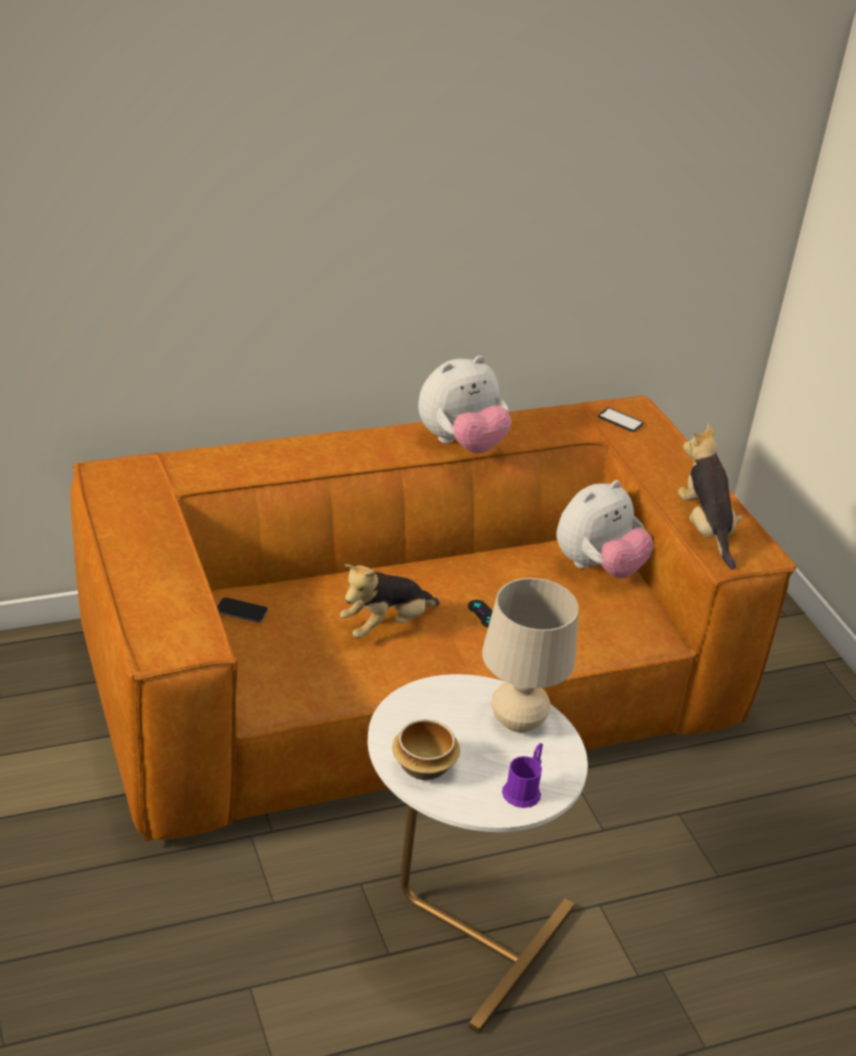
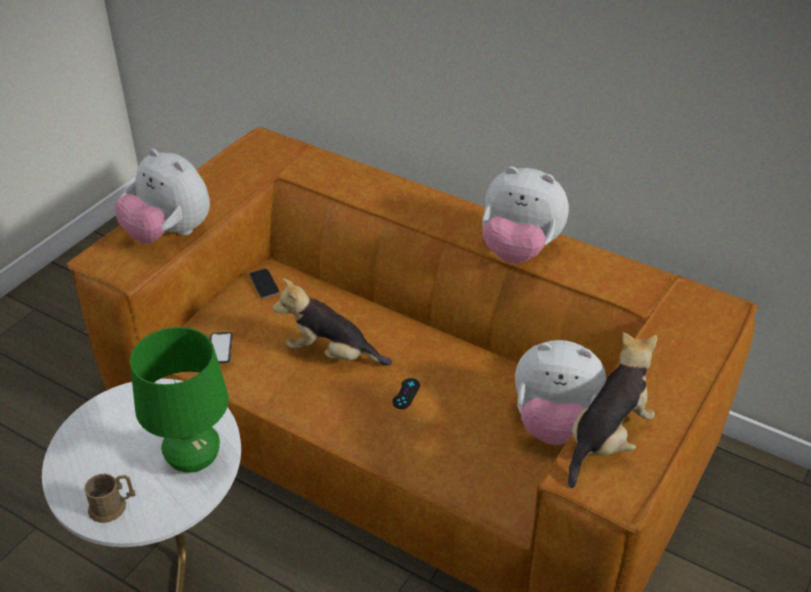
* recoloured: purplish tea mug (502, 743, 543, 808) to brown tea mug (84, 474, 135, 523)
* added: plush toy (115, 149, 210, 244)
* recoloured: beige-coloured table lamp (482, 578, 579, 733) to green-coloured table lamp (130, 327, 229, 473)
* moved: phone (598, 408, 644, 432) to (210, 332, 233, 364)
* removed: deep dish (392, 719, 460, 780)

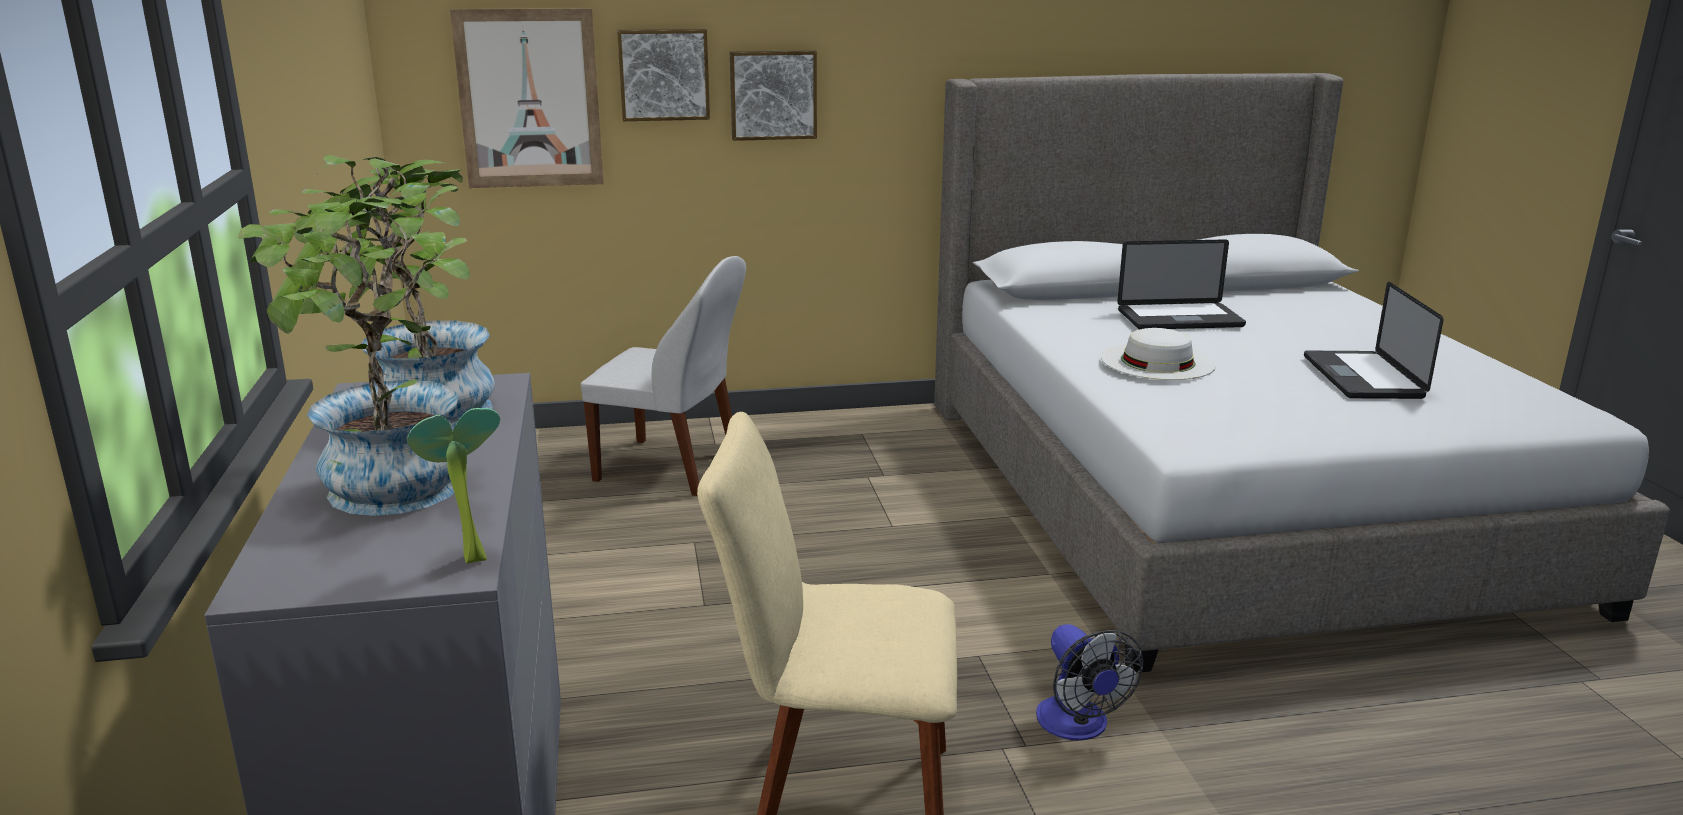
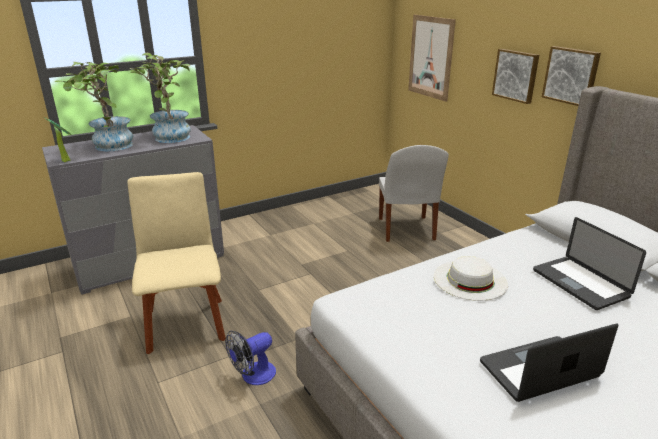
* moved: wall picture (617, 29, 710, 121) to (542, 46, 601, 106)

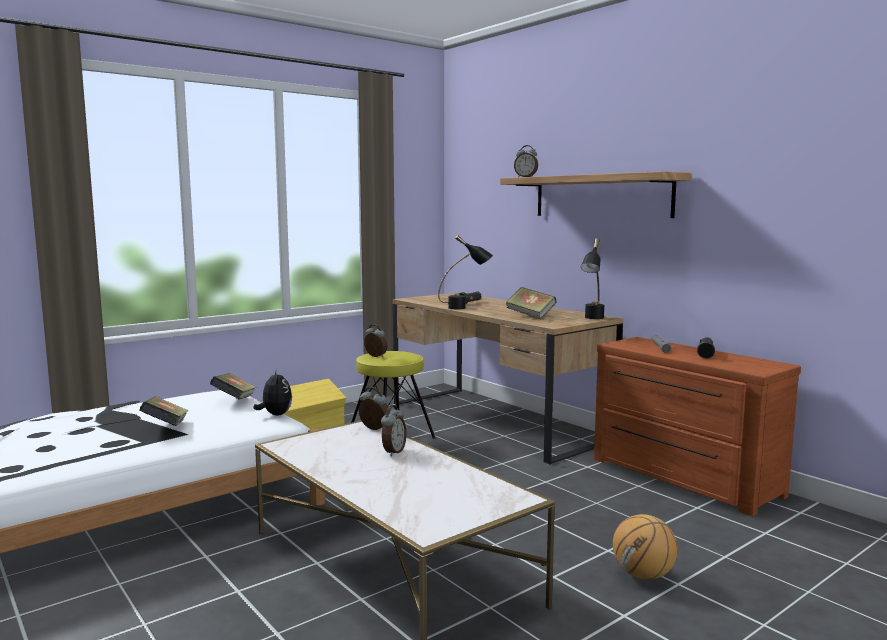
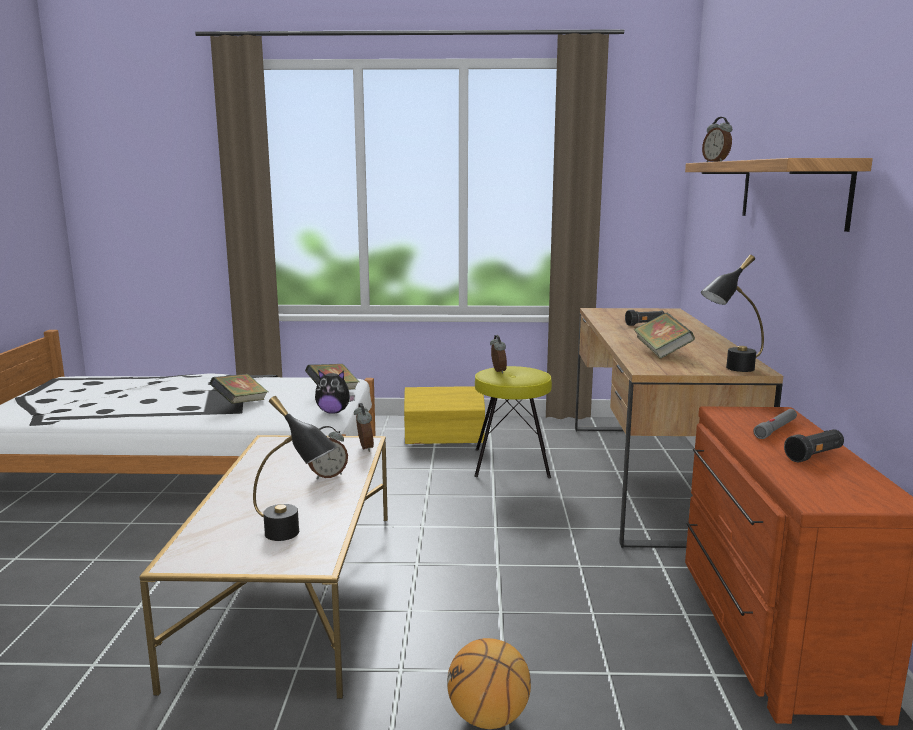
* moved: black-coloured table lamp (438, 235, 493, 309) to (253, 396, 337, 541)
* turned: plush toy (254, 369, 292, 415) = (315, 370, 355, 414) 75 degrees clockwise

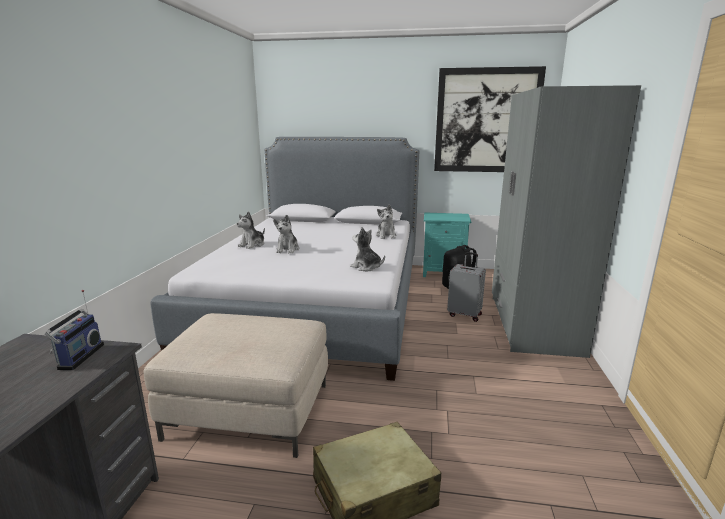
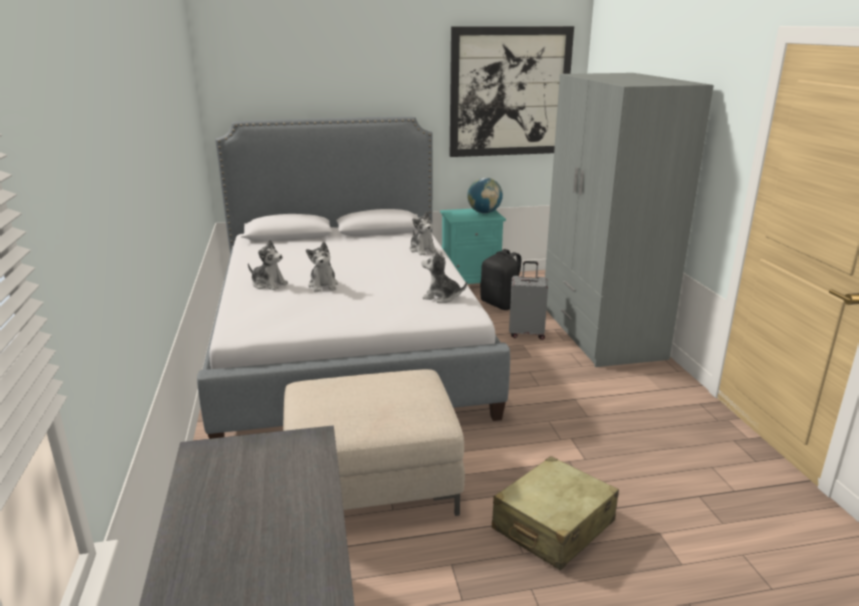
* turned: plush toy (237, 211, 265, 249) = (248, 240, 288, 290) 75 degrees counterclockwise
* added: desk globe (467, 178, 503, 213)
* removed: radio set (44, 290, 104, 370)

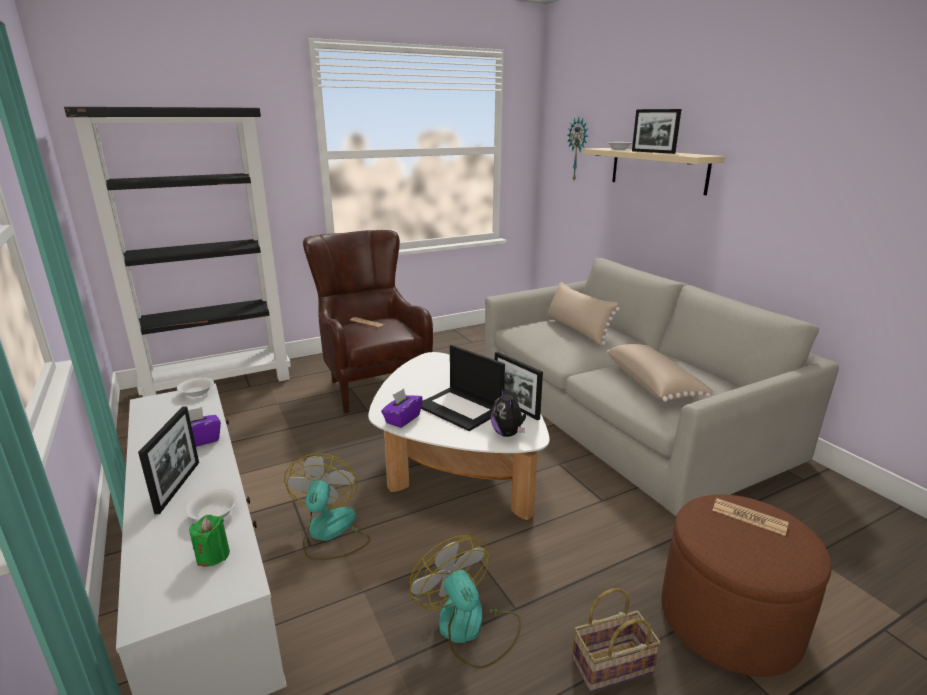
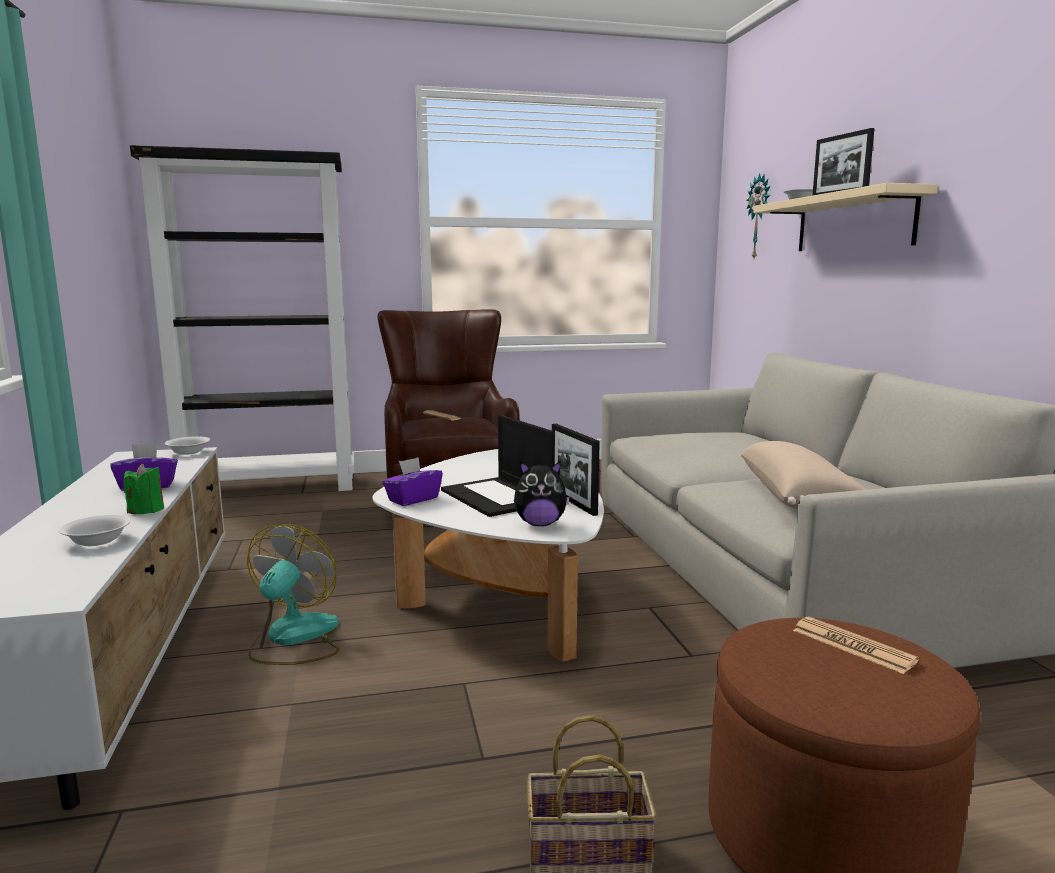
* moved: green-coloured wax light (189, 515, 230, 567) to (123, 464, 164, 514)
* turned: plush toy (491, 387, 526, 437) = (514, 461, 570, 526) 90 degrees counterclockwise
* removed: standing frame (138, 407, 199, 514)
* removed: fan (410, 535, 521, 669)
* removed: beige-coloured pillow (547, 282, 620, 345)

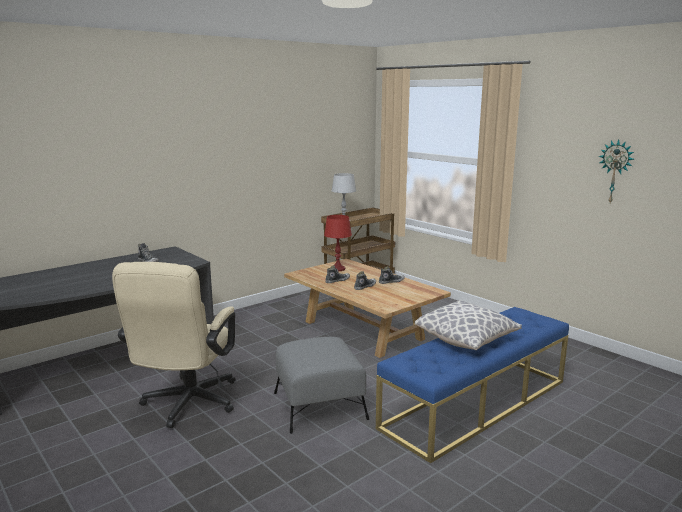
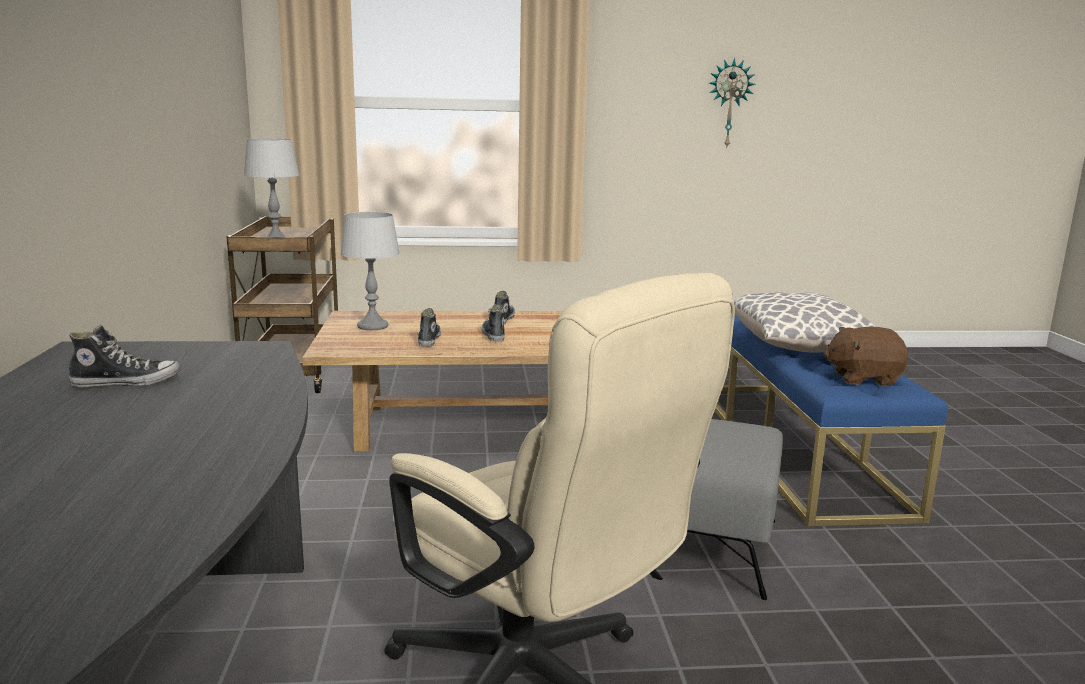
* recoloured: red table lamp (324, 215, 352, 271) to greyish table lamp (340, 212, 400, 330)
* added: brown plush toy (823, 326, 908, 386)

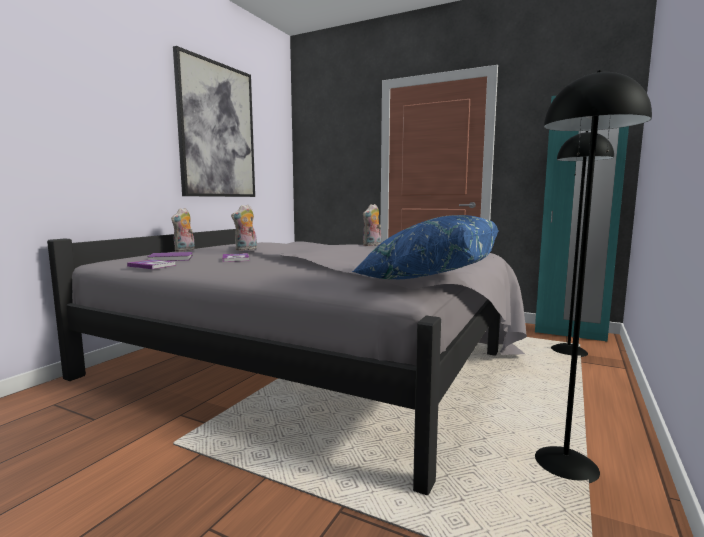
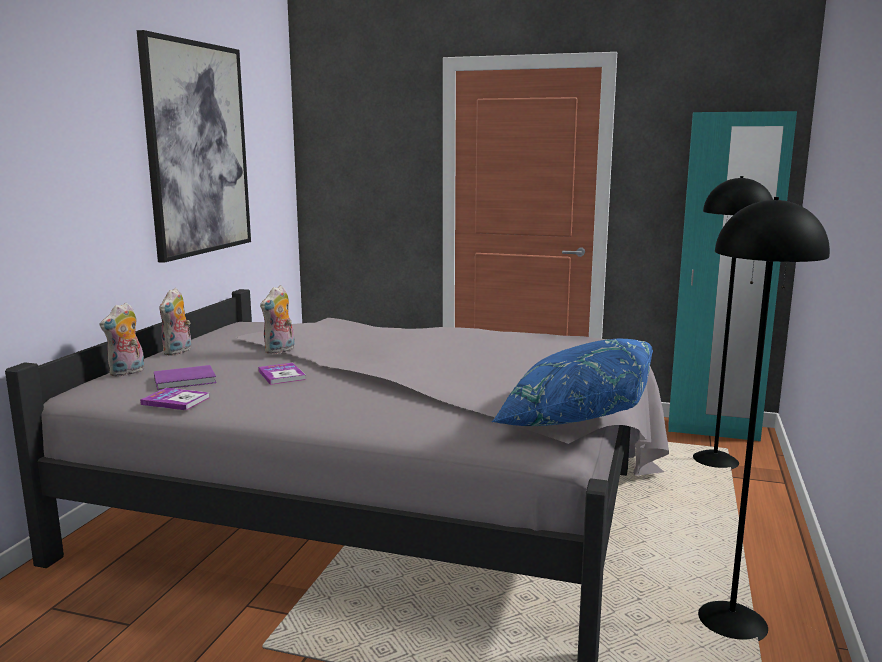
* moved: plush toy (363, 204, 381, 246) to (99, 303, 145, 377)

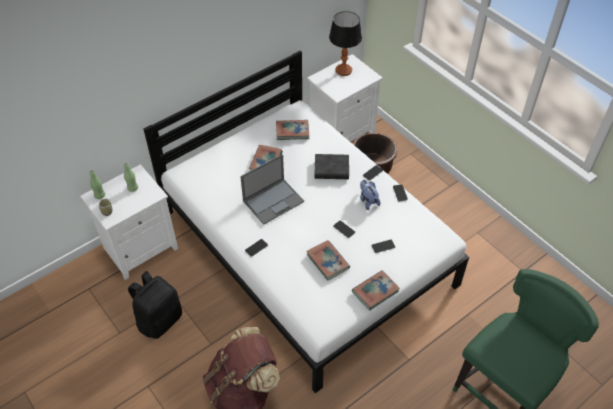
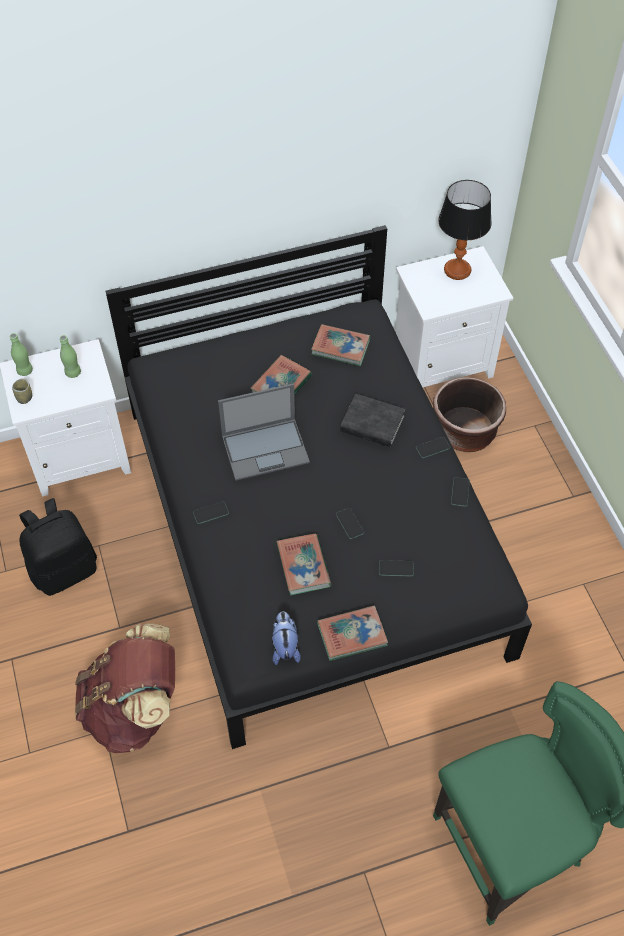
* recoloured: white-coloured bed (144, 51, 469, 393) to black-coloured bed (106, 225, 532, 749)
* moved: plush toy (360, 180, 380, 210) to (272, 611, 301, 665)

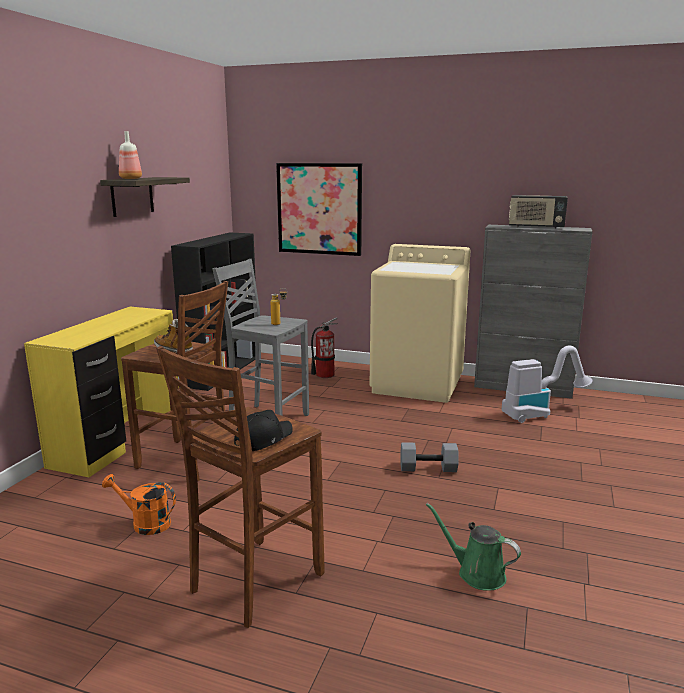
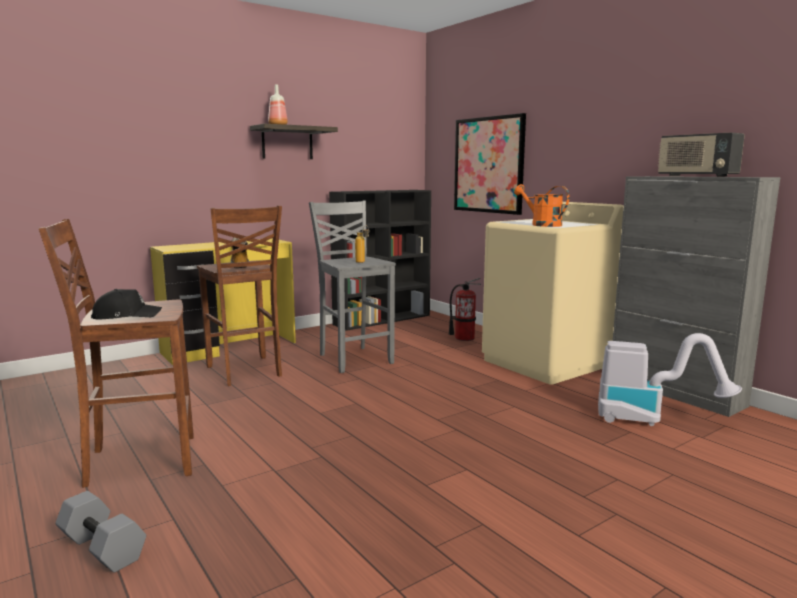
* moved: greyish dumbbell (401, 442, 459, 472) to (55, 491, 146, 573)
* moved: orange-coloured sprinkling can (102, 474, 176, 535) to (514, 184, 569, 227)
* removed: green-coloured sprinkling can (426, 503, 521, 591)

